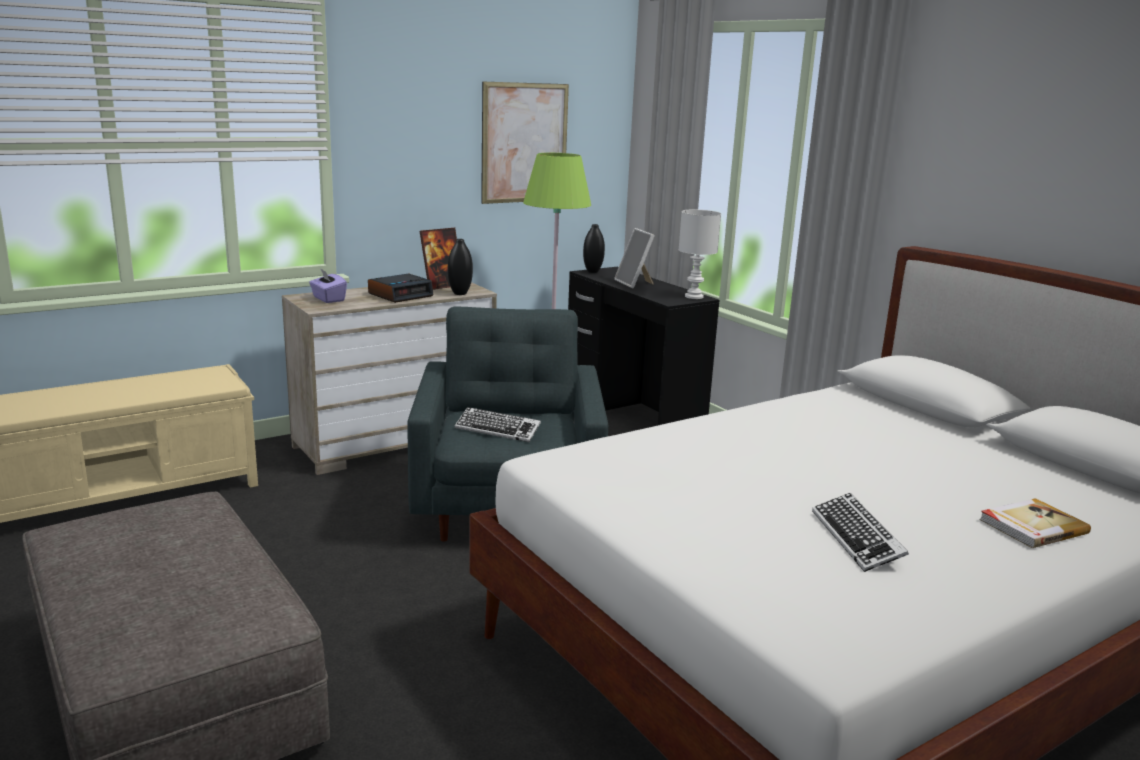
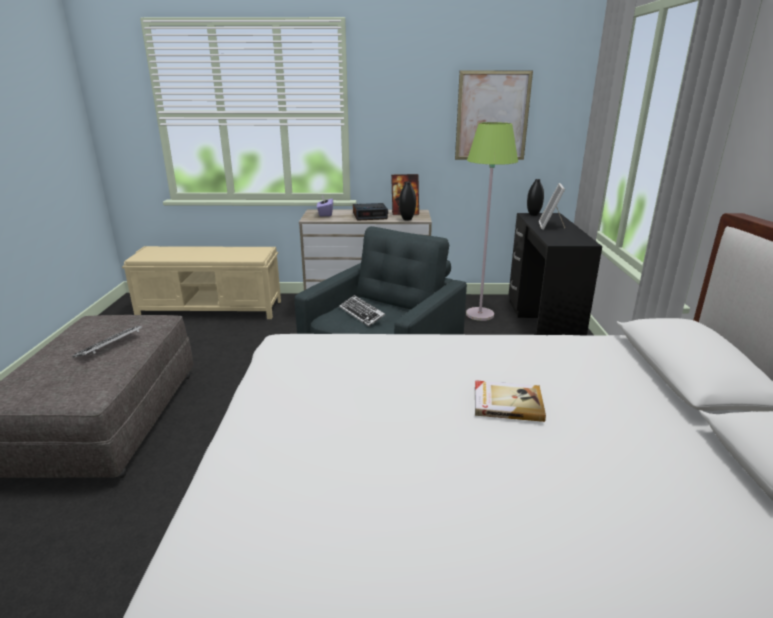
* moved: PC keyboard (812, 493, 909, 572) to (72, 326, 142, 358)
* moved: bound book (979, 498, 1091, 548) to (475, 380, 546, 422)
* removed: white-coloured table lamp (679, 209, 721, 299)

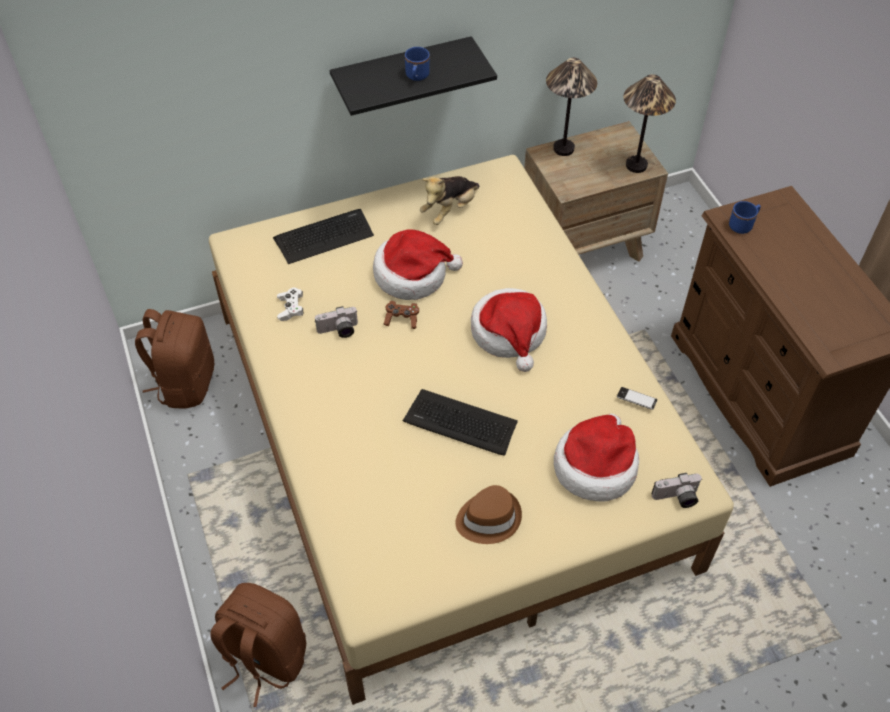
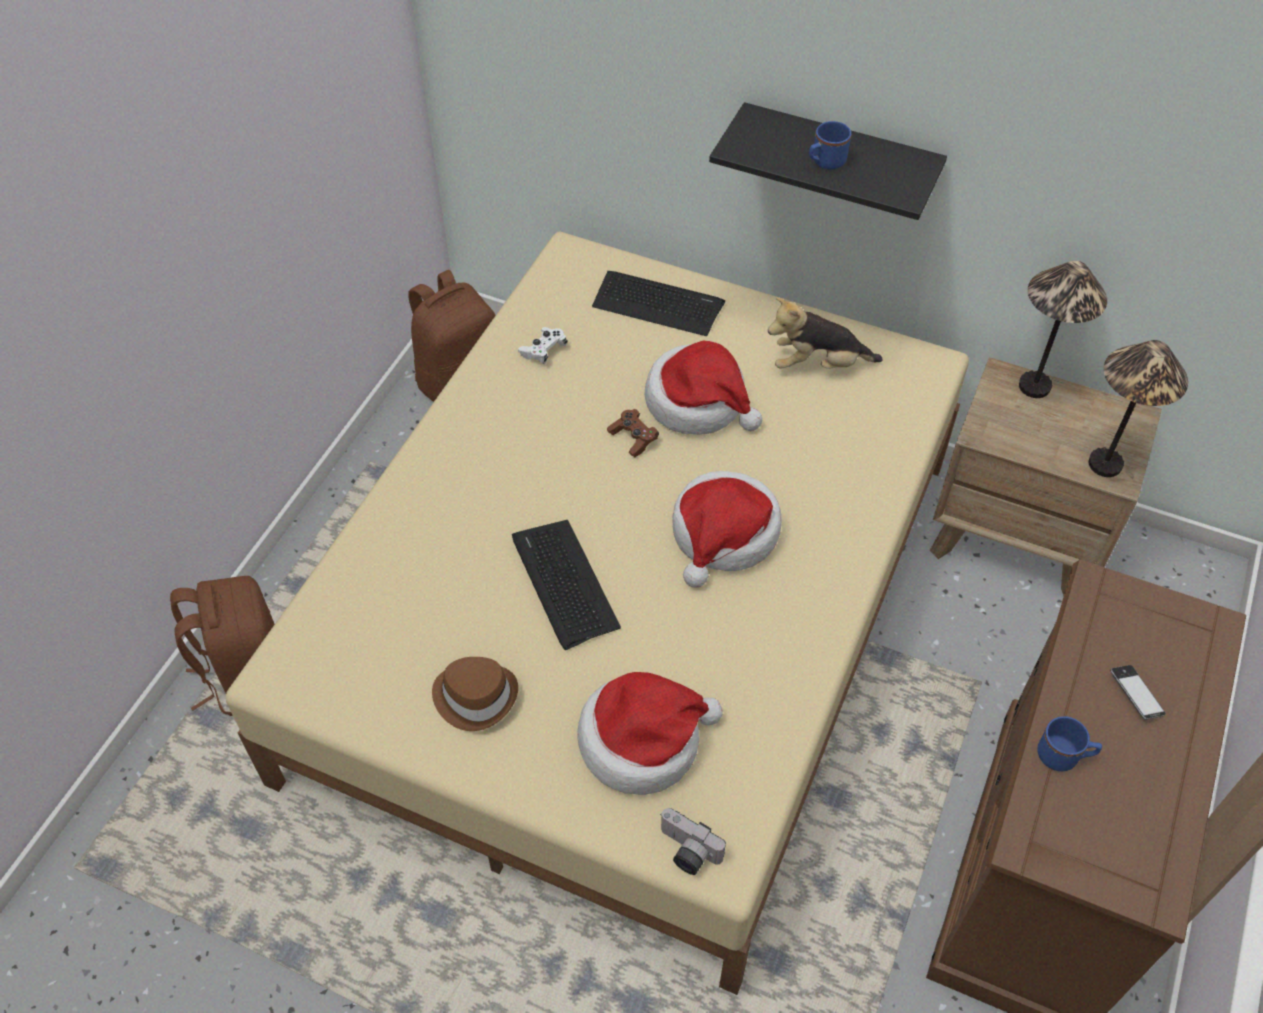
* moved: bluish tea mug (729, 201, 761, 234) to (1037, 716, 1102, 771)
* moved: phone (617, 387, 657, 410) to (1110, 665, 1166, 720)
* removed: photo camera (315, 306, 358, 338)

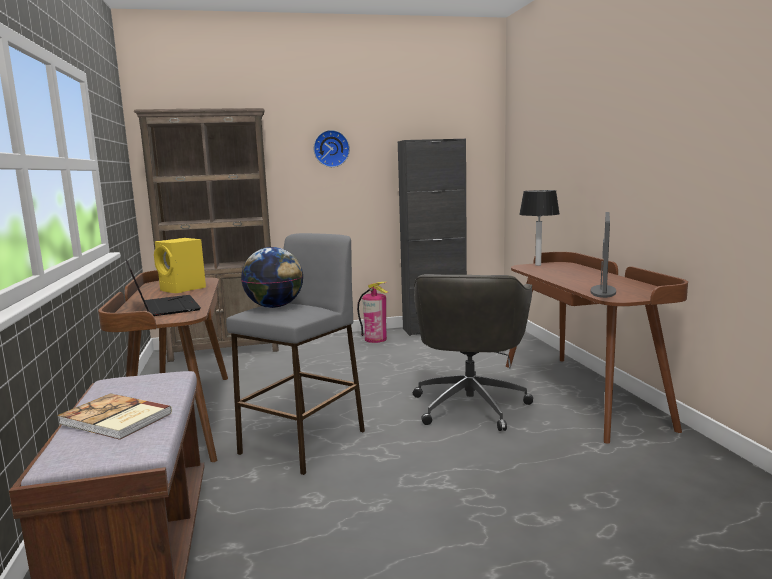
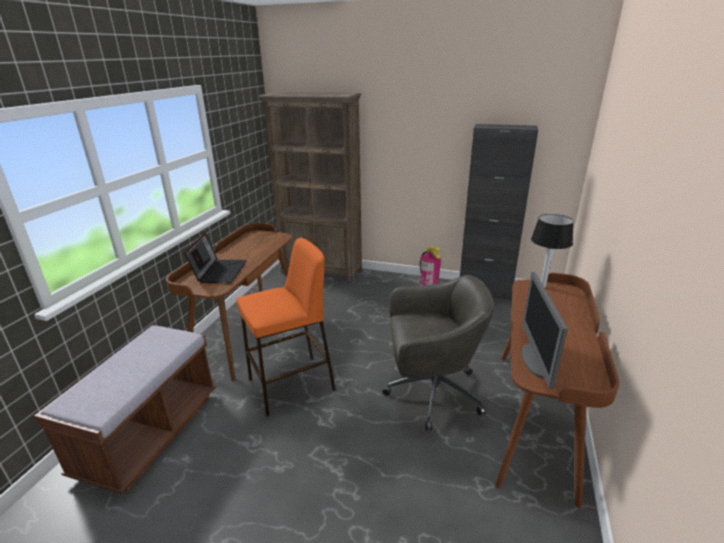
* recoloured: greyish stool (226, 233, 365, 475) to orange-coloured stool (236, 238, 336, 416)
* turned: greyish office chair (413, 274, 533, 431) = (382, 275, 494, 431) 135 degrees counterclockwise
* turned: computer screen (590, 212, 616, 298) = (522, 272, 568, 389) 135 degrees clockwise
* removed: bound book (57, 393, 172, 440)
* removed: yellow loudspeaker (154, 238, 206, 293)
* removed: desk globe (241, 247, 303, 308)
* removed: wall clock (313, 130, 350, 167)

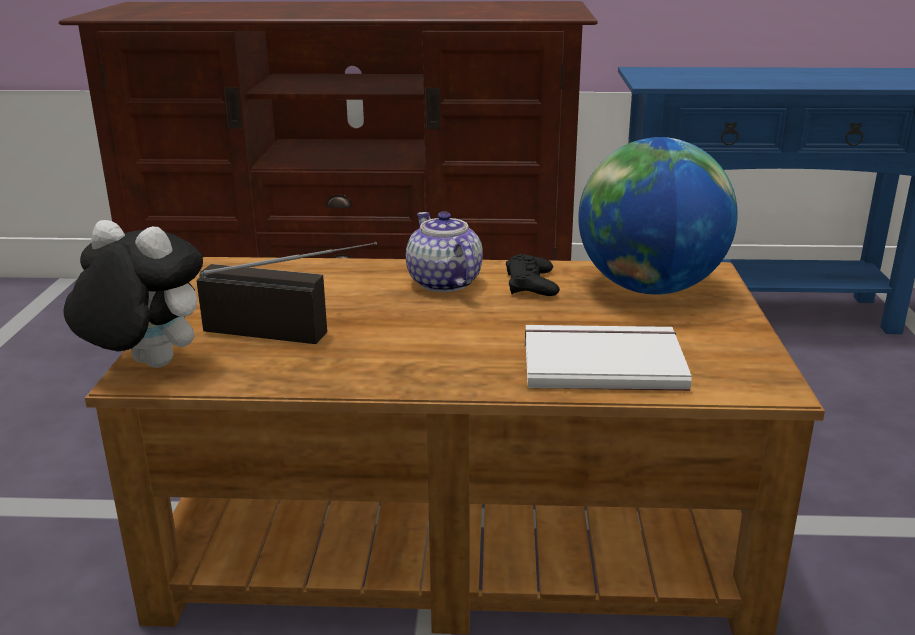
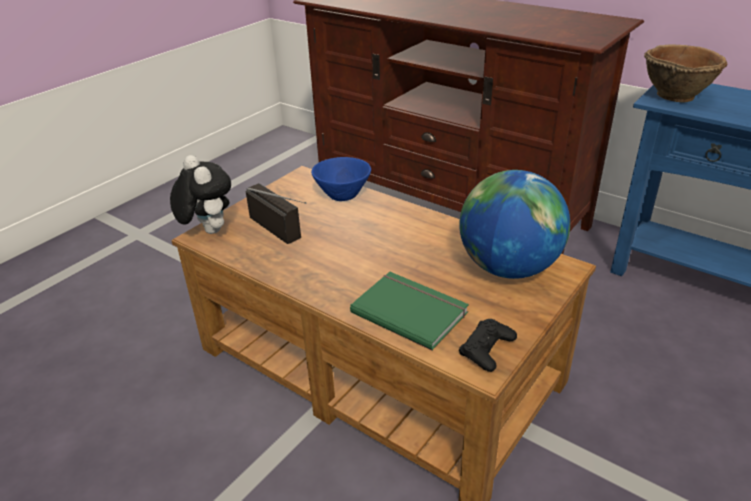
* added: bluish deep dish (311, 157, 371, 201)
* recoloured: white-coloured bound book (525, 325, 692, 391) to green-coloured bound book (350, 272, 469, 351)
* moved: black-coloured gamepad (506, 254, 560, 296) to (459, 319, 517, 372)
* added: brown deep dish (644, 44, 728, 102)
* removed: tea pot (406, 211, 483, 292)

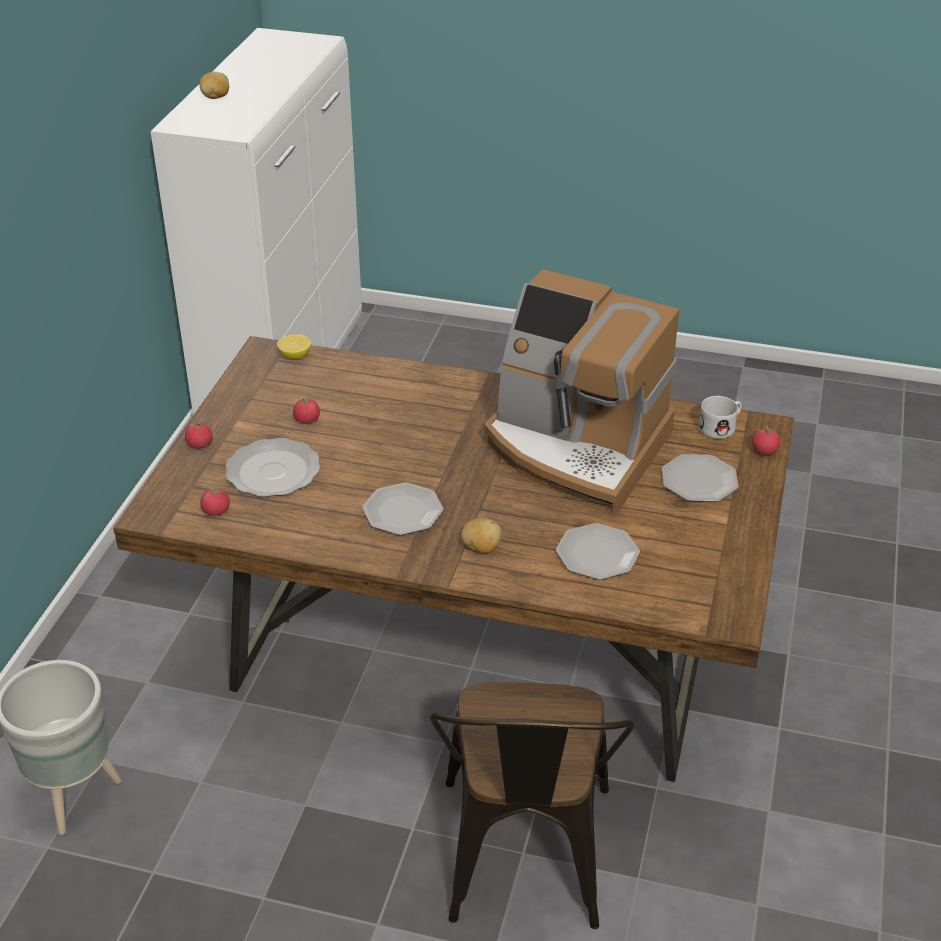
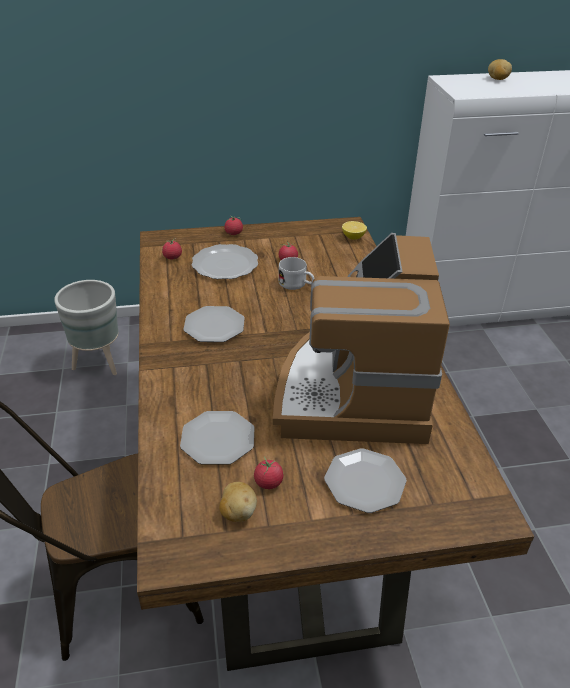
* moved: whole potato (461, 518, 502, 553) to (219, 482, 257, 522)
* moved: fresh tomato (752, 425, 780, 455) to (254, 456, 283, 489)
* moved: white-coloured tea mug (699, 396, 742, 439) to (278, 257, 315, 290)

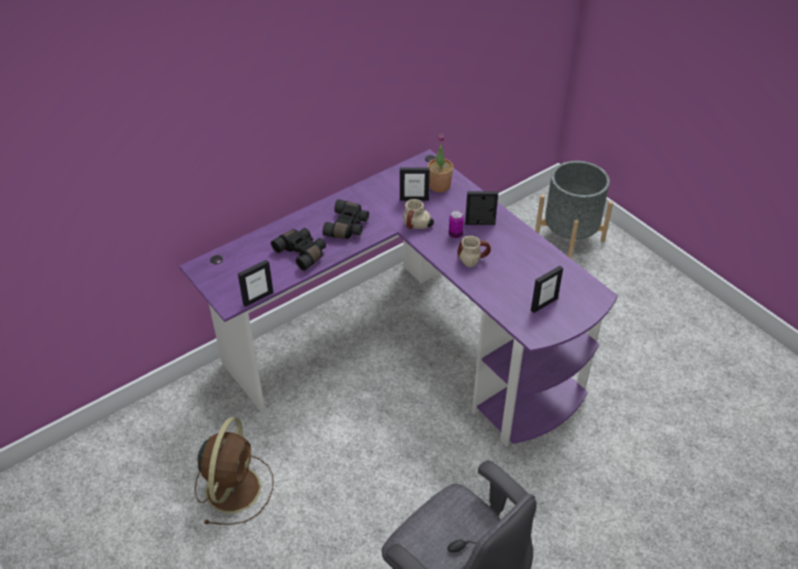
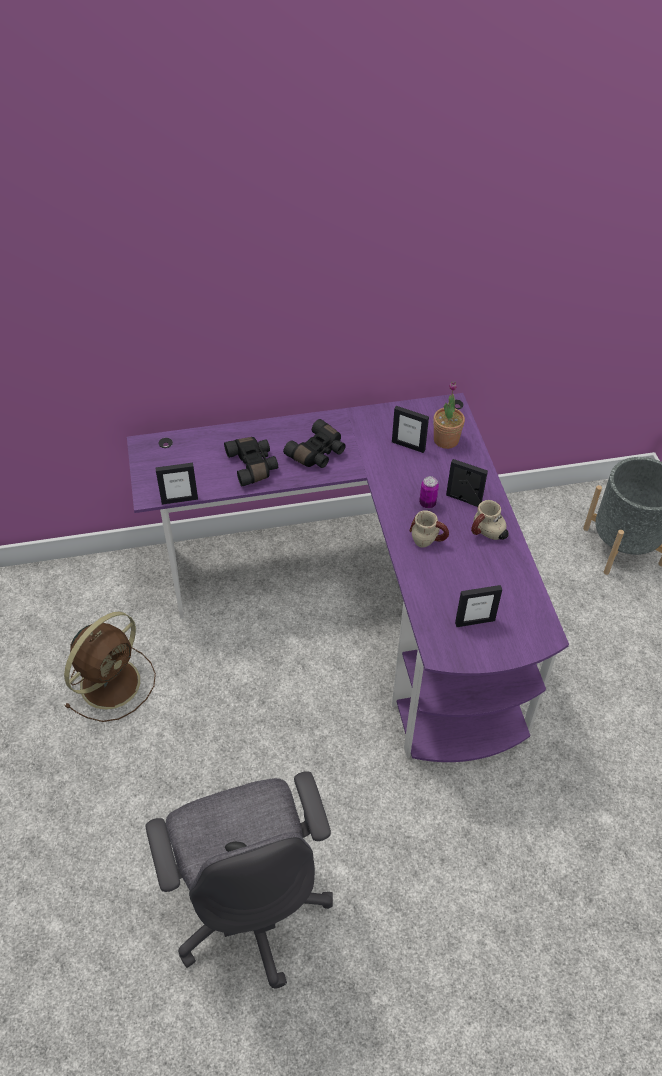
* moved: tea mug (403, 199, 434, 229) to (471, 500, 509, 540)

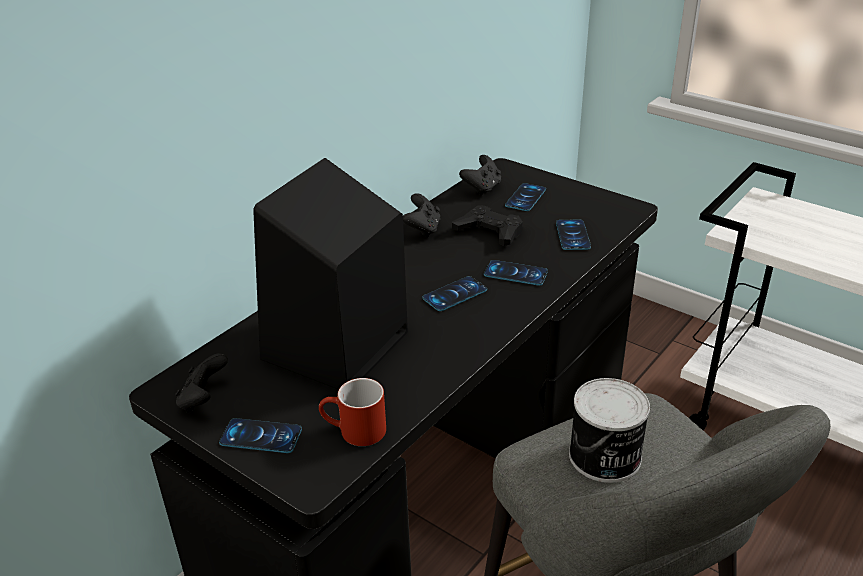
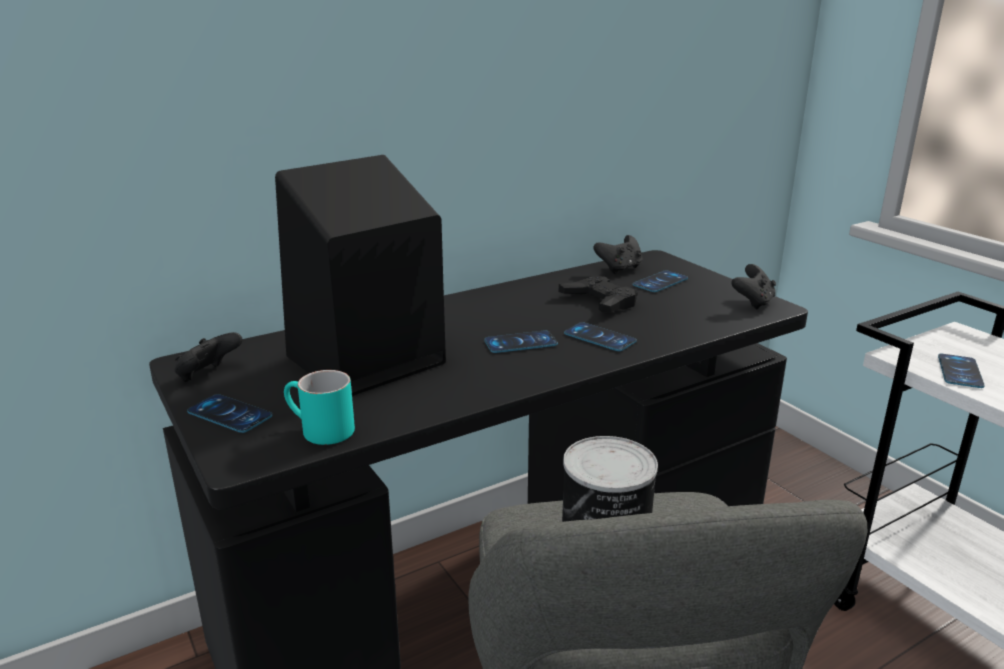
* recoloured: red tea mug (319, 378, 386, 446) to turquoise-coloured tea mug (284, 370, 355, 445)
* moved: black-coloured gamepad (403, 193, 441, 238) to (731, 264, 776, 310)
* moved: phone (556, 220, 591, 250) to (938, 354, 985, 388)

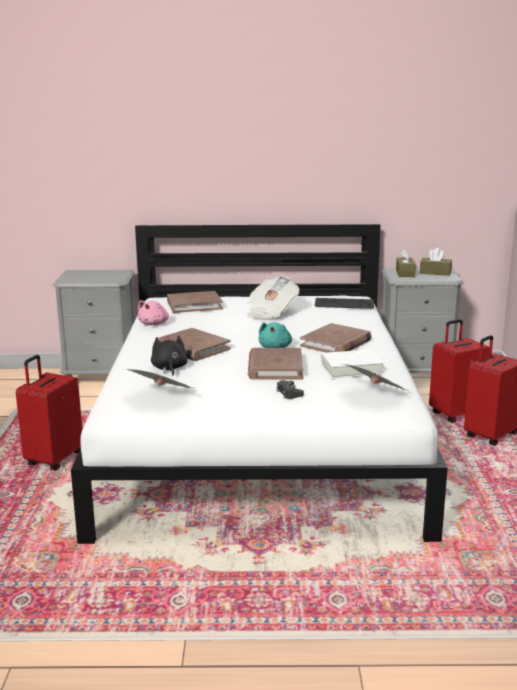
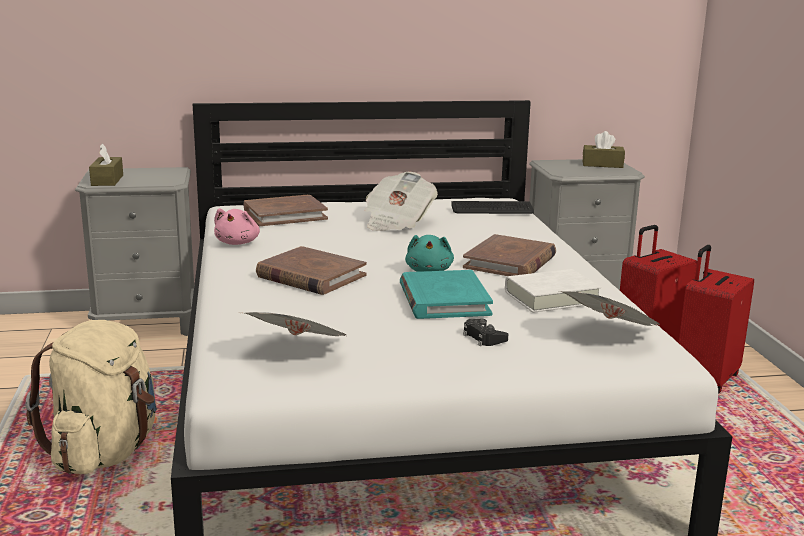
* replaced: red travel case (16, 355, 82, 470) to beige-coloured backpack (25, 320, 157, 474)
* moved: brown tissue holder (396, 248, 416, 277) to (89, 143, 123, 186)
* recoloured: brown bound book (248, 348, 303, 379) to turquoise-coloured bound book (400, 270, 493, 319)
* removed: black-coloured plush toy (151, 335, 187, 376)

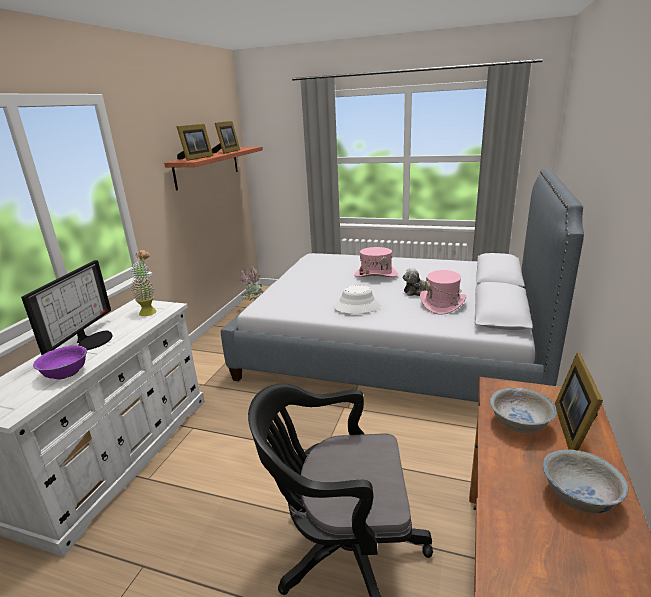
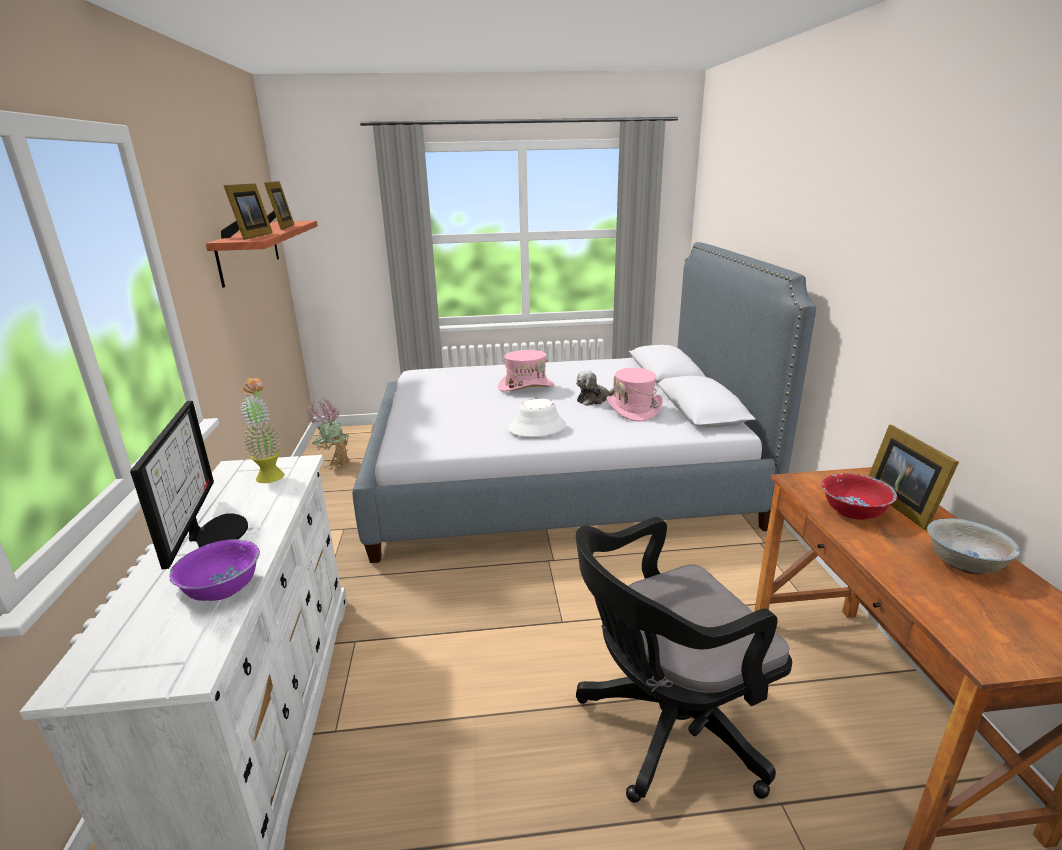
* recoloured: white-coloured deep dish (490, 388, 557, 433) to red deep dish (822, 473, 897, 520)

